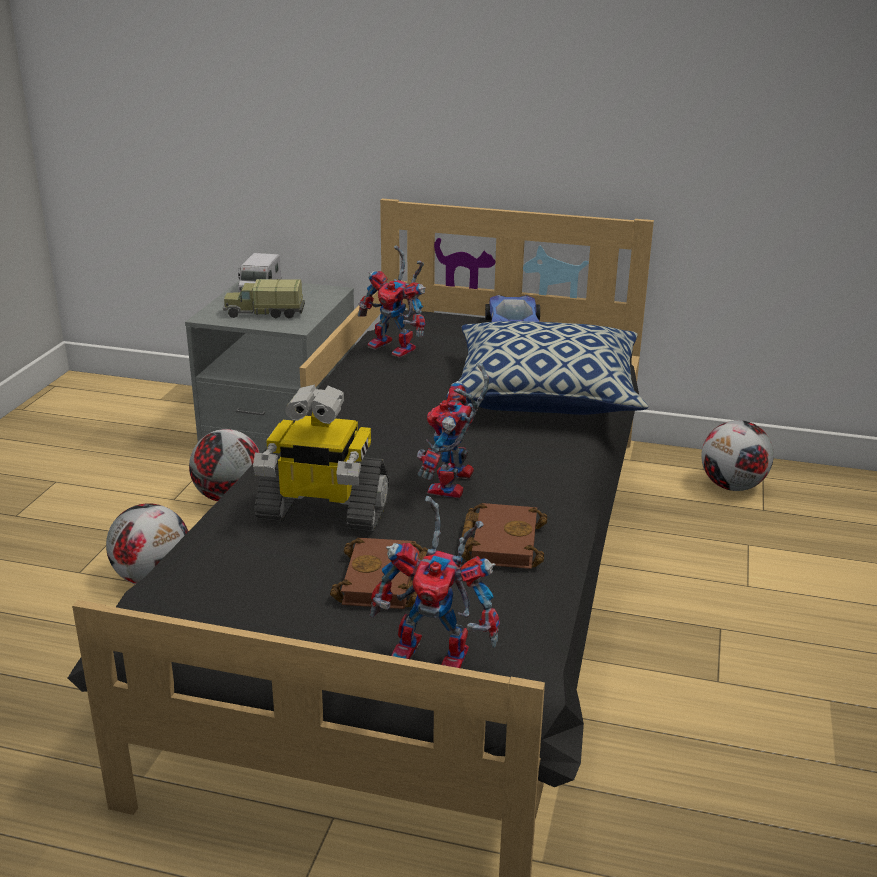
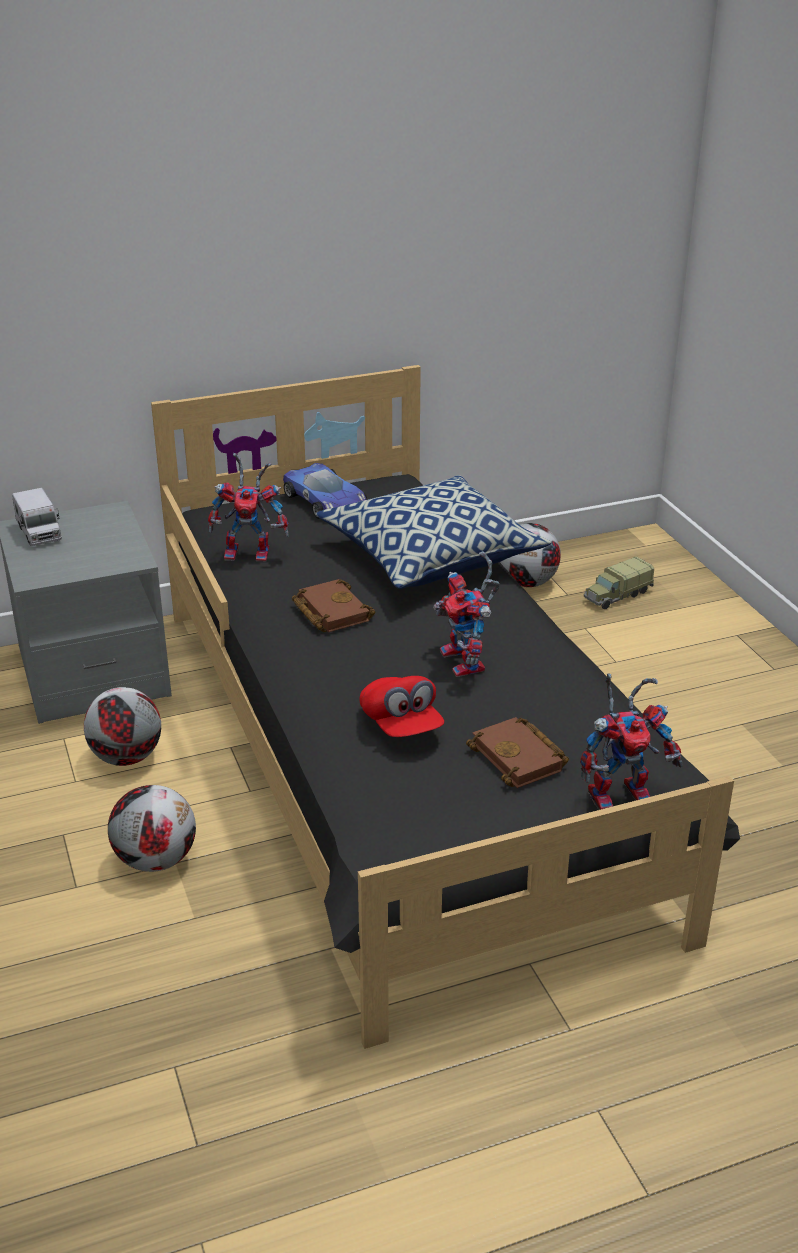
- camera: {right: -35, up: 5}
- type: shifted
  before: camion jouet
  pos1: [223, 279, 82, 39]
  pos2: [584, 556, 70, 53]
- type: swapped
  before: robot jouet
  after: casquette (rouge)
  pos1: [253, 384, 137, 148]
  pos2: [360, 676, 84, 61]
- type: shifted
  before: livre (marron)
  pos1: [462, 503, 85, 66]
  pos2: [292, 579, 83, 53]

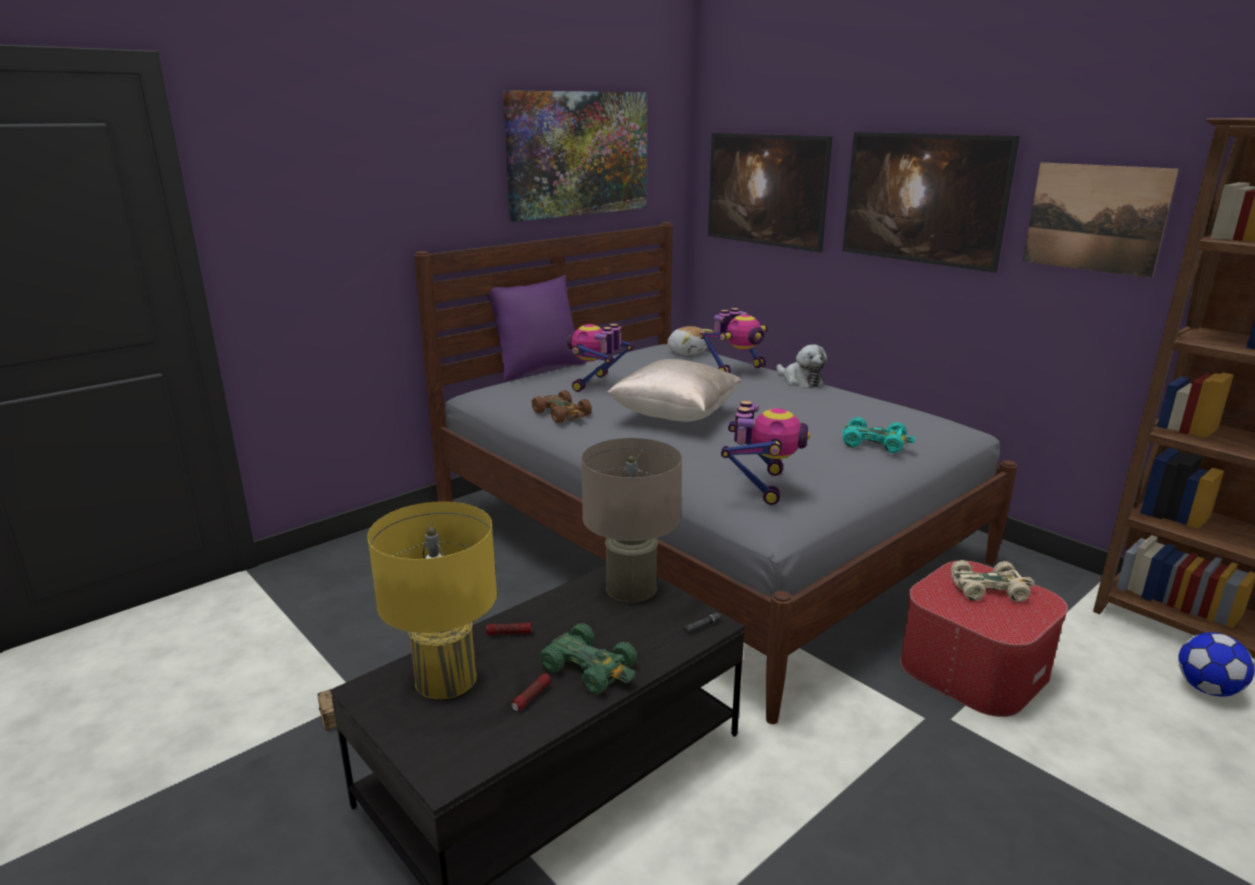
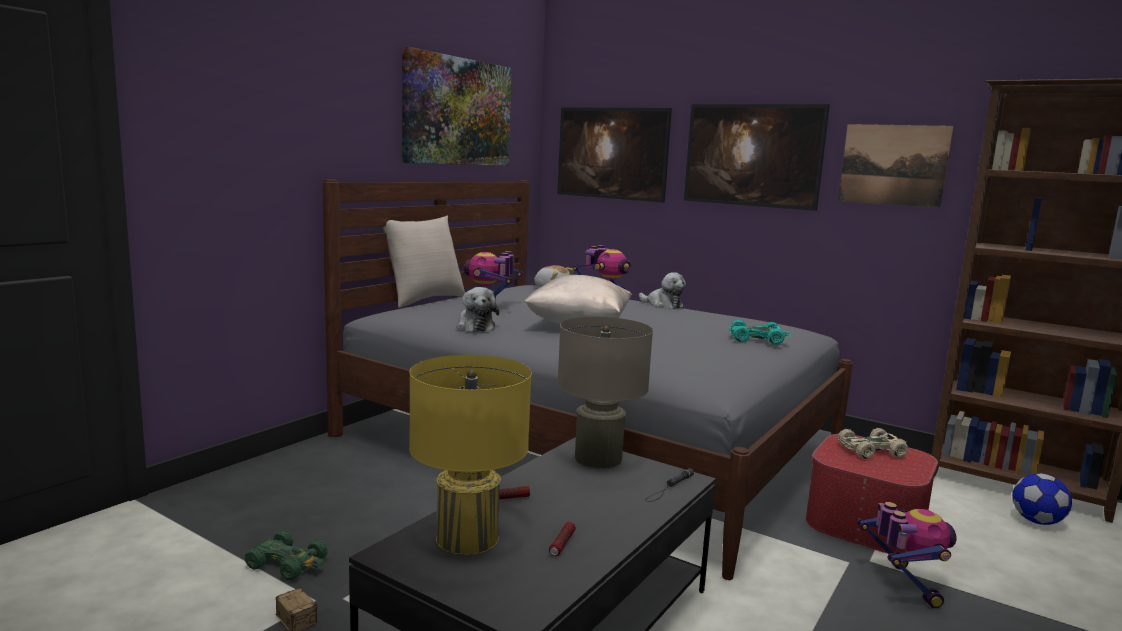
- camera: {right: -15, up: -10}
- type: repainted
  before: coussin (violet)
  after: coussin (beige)
  pos1: [487, 275, 99, 107]
  pos2: [382, 216, 83, 92]
- type: swapped
  before: petite voiture (marron)
  after: peluche
  pos1: [532, 390, 60, 33]
  pos2: [457, 287, 42, 45]
- type: shifted
  before: petite voiture (vert)
  pos1: [539, 623, 98, 71]
  pos2: [245, 530, 83, 51]
- type: shifted
  before: robot jouet
  pos1: [721, 400, 89, 105]
  pos2: [857, 502, 100, 106]

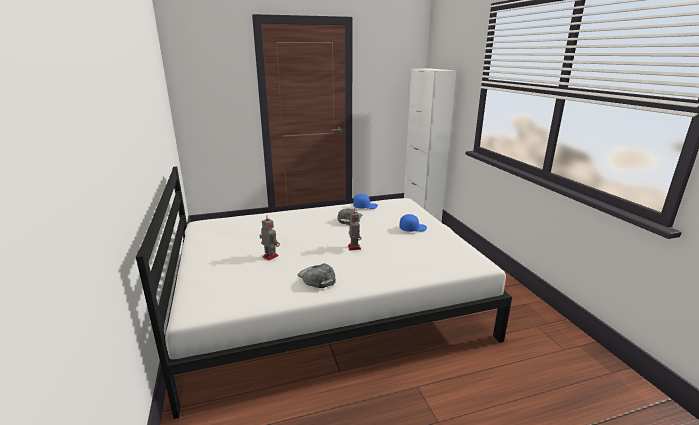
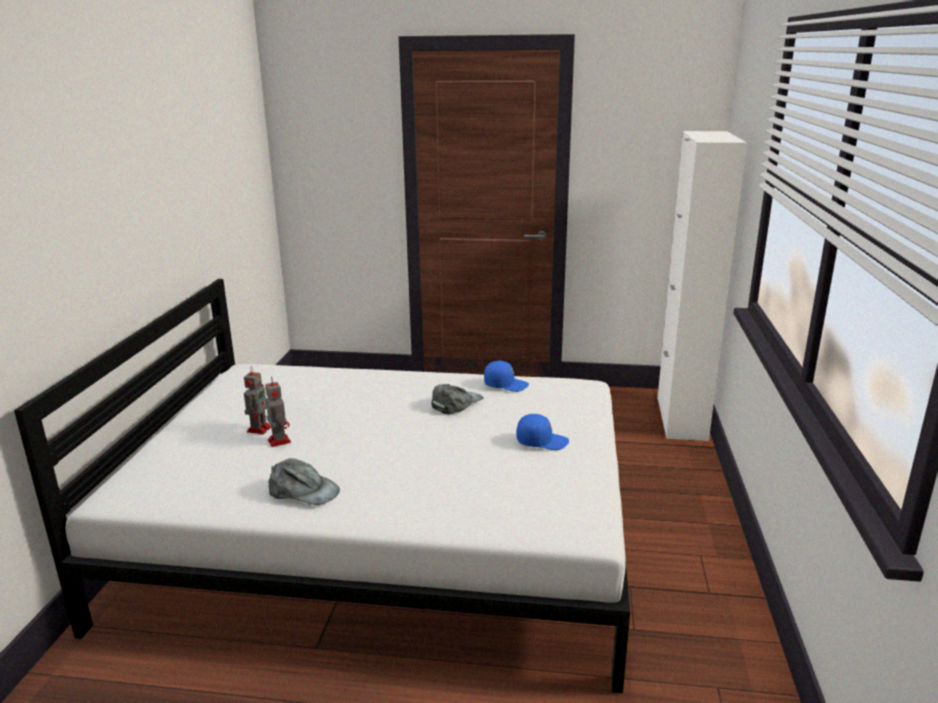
- camera: {right: 25, up: 0}
- type: rotated
  before: casquette (gris)
  pos1: [298, 263, 38, 25]
  pos2: [268, 458, 72, 47]
  turn: 120
- type: shifted
  before: robot jouet
  pos1: [348, 208, 13, 42]
  pos2: [244, 366, 27, 68]

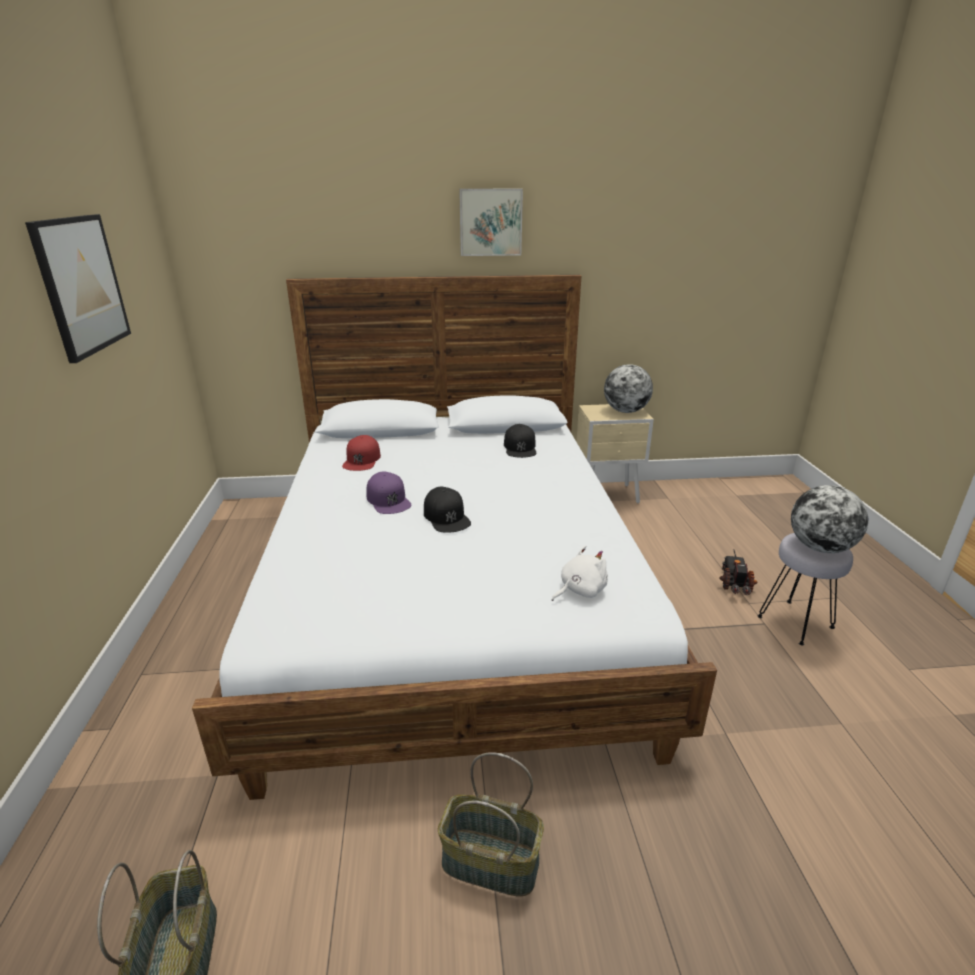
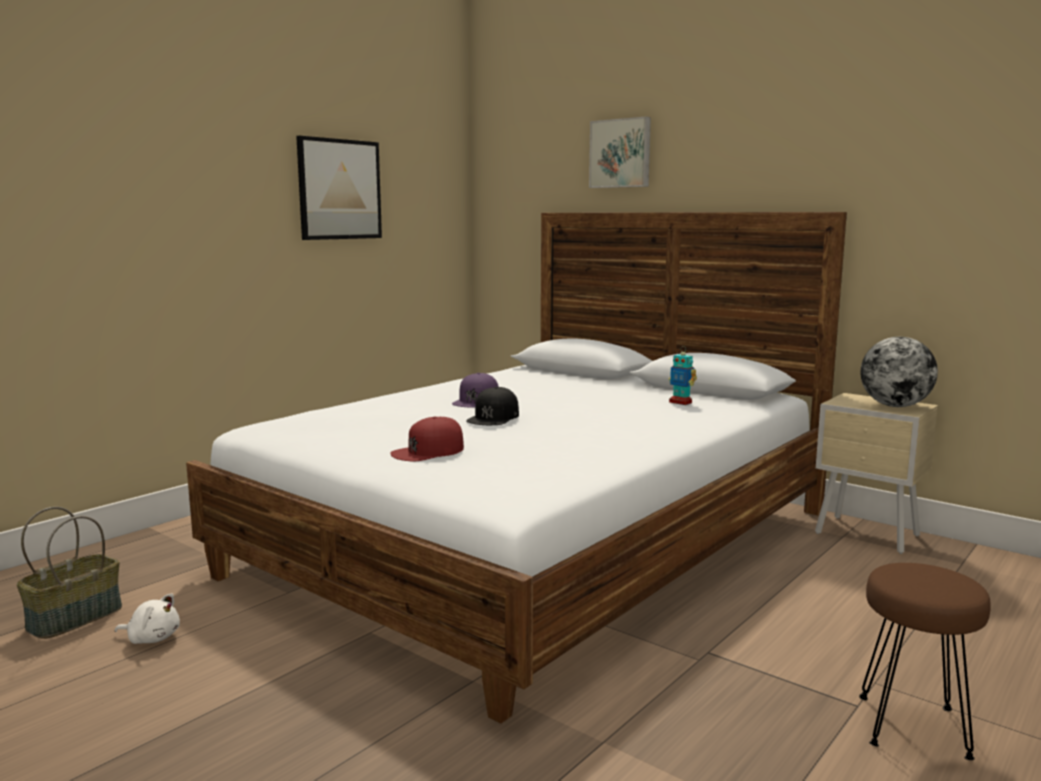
- camera: {right: 45, up: -15}
- type: shifted
  before: casquette (rouge)
  pos1: [342, 435, 39, 36]
  pos2: [390, 416, 74, 45]
- type: gone
  before: panier
  pos1: [438, 752, 106, 144]
- type: shifted
  before: tableau
  pos1: [459, 189, 64, 67]
  pos2: [589, 116, 62, 72]
- type: swapped
  before: casquette (noir)
  after: robot jouet
  pos1: [504, 424, 32, 34]
  pos2: [669, 346, 28, 59]
- type: shifted
  before: peluche (blanc)
  pos1: [552, 545, 56, 56]
  pos2: [115, 593, 65, 51]
- type: gone
  before: camion jouet
  pos1: [719, 549, 39, 46]
- type: repainted
  before: tabouret (gris)
  after: tabouret (marron)
  pos1: [757, 533, 96, 113]
  pos2: [859, 563, 132, 197]
- type: gone
  before: globe
  pos1: [791, 485, 77, 68]

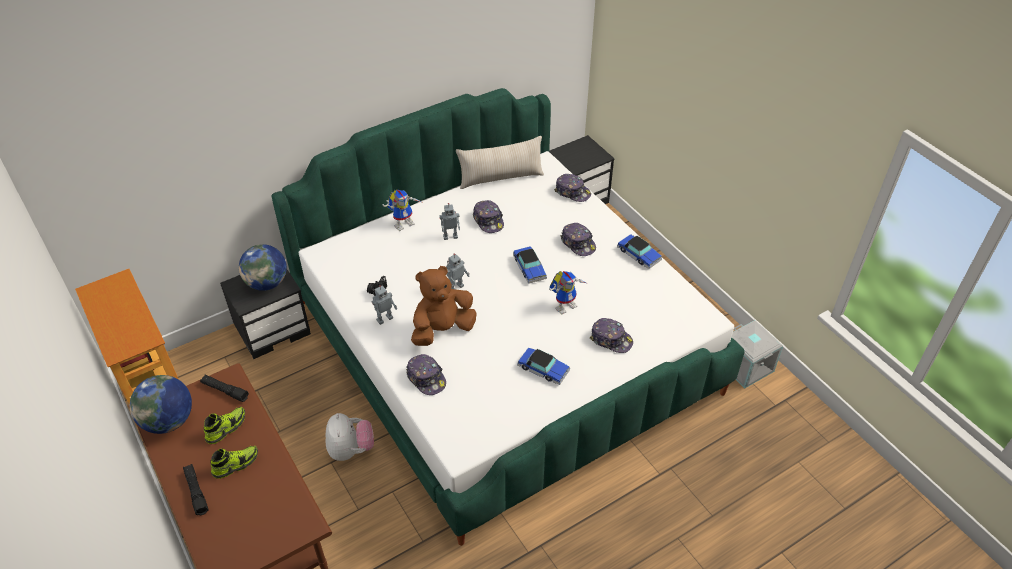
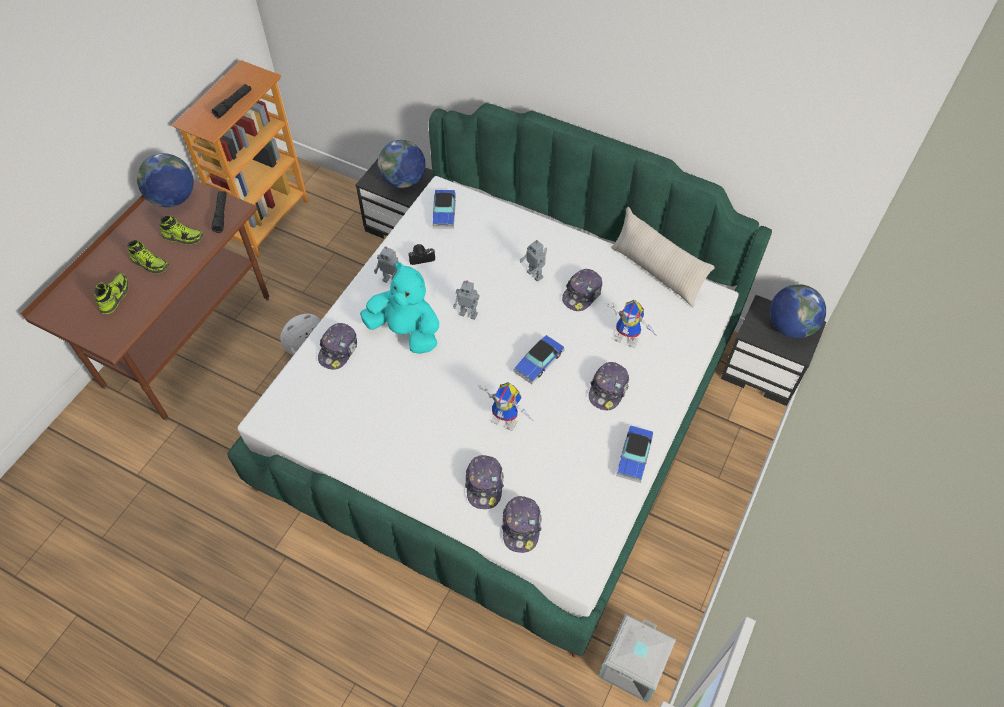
- camera: {right: 60, up: 10}
- type: shifted
  before: lampe de poche (noir)
  pos1: [183, 464, 26, 51]
  pos2: [211, 84, 40, 35]
- type: shifted
  before: robot jouet
  pos1: [382, 190, 39, 41]
  pos2: [606, 300, 51, 48]
- type: repainted
  before: peluche (marron)
  after: peluche (turquoise)
  pos1: [411, 266, 66, 80]
  pos2: [360, 262, 79, 92]
- type: shifted
  before: petite voiture
  pos1: [517, 348, 53, 37]
  pos2: [432, 190, 24, 39]
- type: shifted
  before: casquette
  pos1: [554, 174, 37, 28]
  pos2: [501, 496, 41, 57]
- type: new
  after: chaussure
  pos2: [94, 273, 35, 41]
- type: new
  after: globe
  pos2: [770, 284, 56, 54]

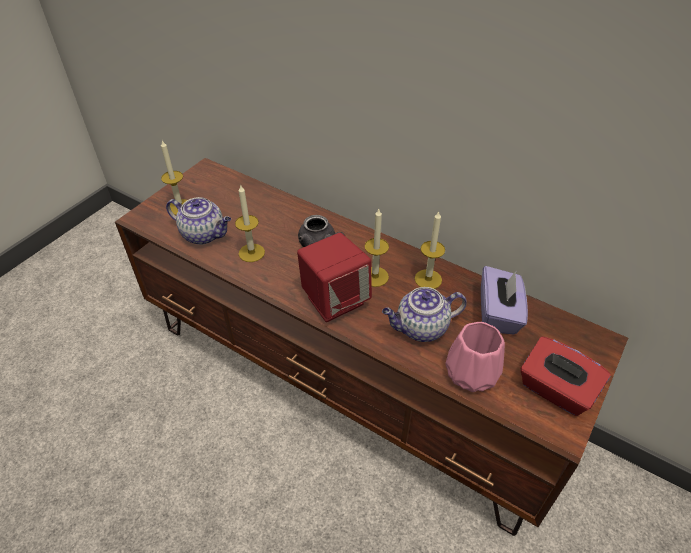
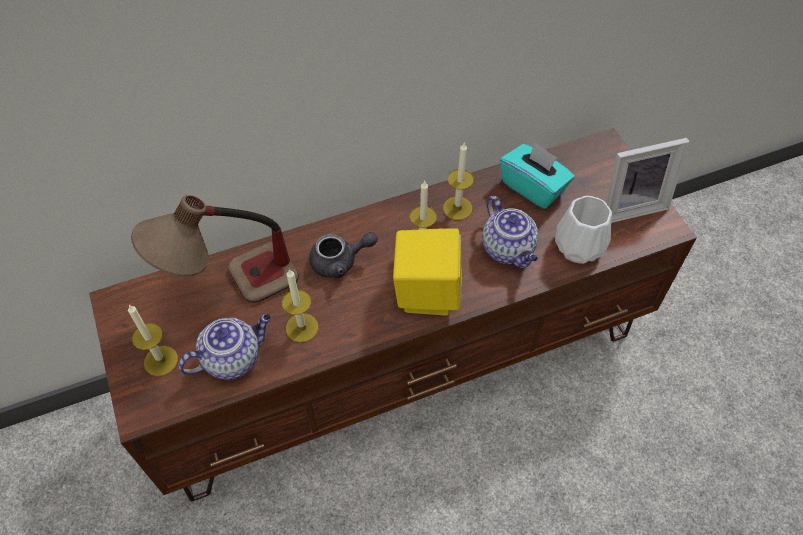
- camera: {right: -55, up: 10}
- type: repainted
  before: enceinte (rouge)
  after: enceinte (jaune)
  pos1: [297, 233, 75, 89]
  pos2: [393, 228, 69, 88]
- type: rotated
  before: théière
  pos1: [382, 287, 85, 55]
  pos2: [482, 196, 56, 72]
  turn: -45
- type: repainted
  before: vase (rose)
  after: vase (blanc)
  pos1: [445, 322, 60, 70]
  pos2: [555, 196, 57, 68]
- type: repainted
  before: boîte à mouchoirs (violet)
  after: boîte à mouchoirs (turquoise)
  pos1: [481, 266, 47, 68]
  pos2: [500, 142, 75, 67]
- type: swapped
  before: boîte à mouchoirs (rouge)
  after: cadre photo
  pos1: [520, 336, 91, 80]
  pos2: [606, 138, 83, 85]
- type: new
  after: lampe de table
  pos2: [131, 195, 168, 108]

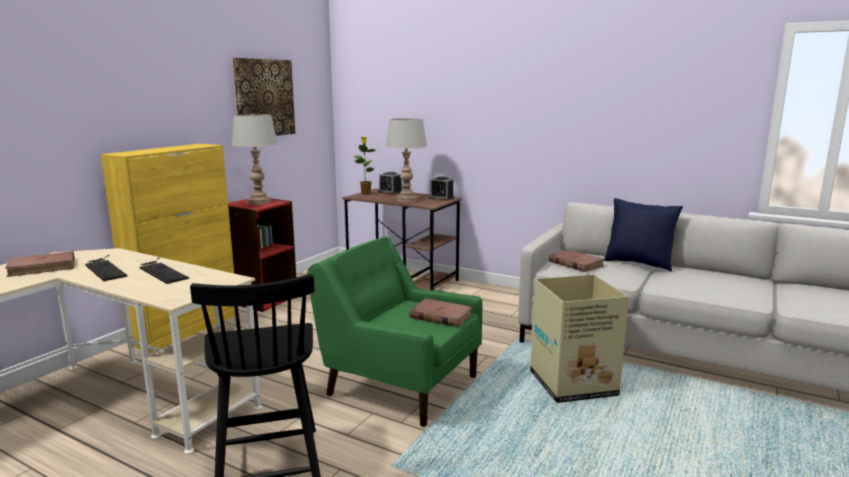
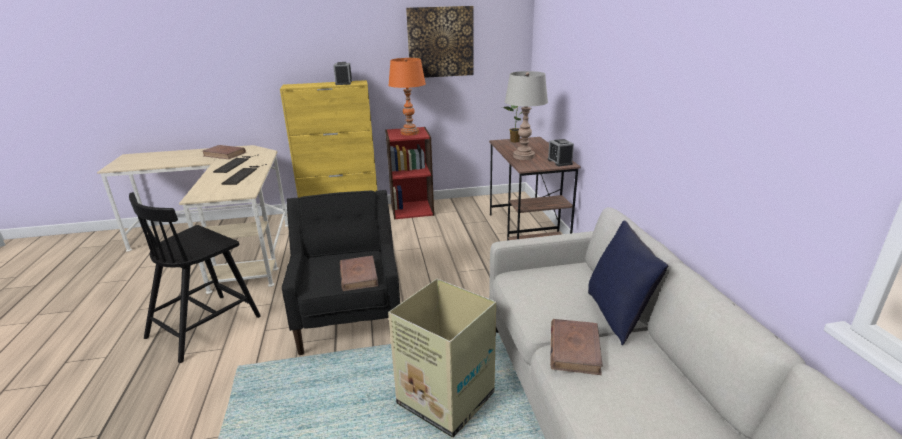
- camera: {right: 50, up: 10}
- type: repainted
  before: lampe de table (gris)
  after: lampe de table (orange)
  pos1: [232, 114, 46, 91]
  pos2: [388, 58, 38, 78]
- type: repainted
  before: fauteuil (vert)
  after: fauteuil (noir)
  pos1: [307, 236, 175, 191]
  pos2: [282, 190, 118, 165]
- type: shifted
  before: réveil
  pos1: [379, 172, 23, 23]
  pos2: [333, 62, 19, 23]
- type: shifted
  before: livre (marron)
  pos1: [549, 250, 56, 22]
  pos2: [550, 319, 53, 56]

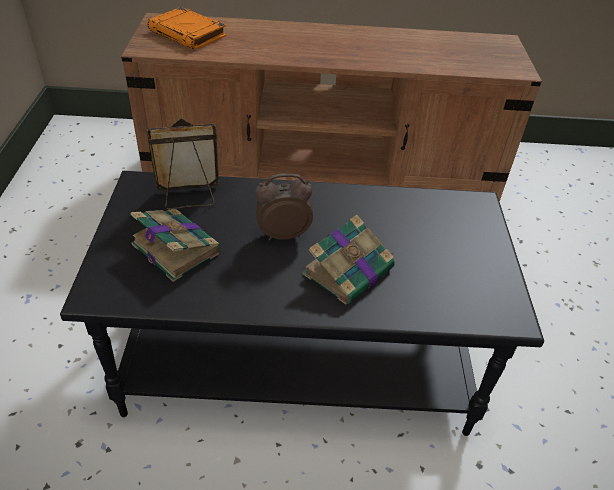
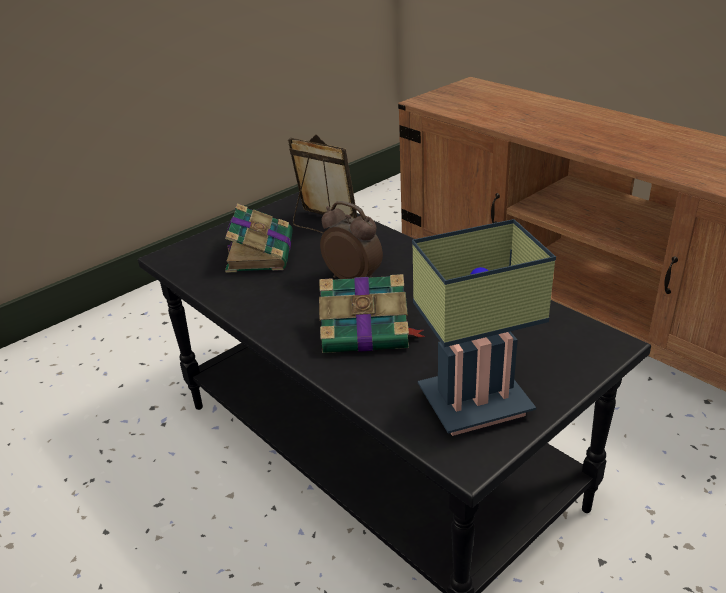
- camera: {right: 50, up: -10}
- type: gone
  before: livre (orange)
  pos1: [148, 7, 78, 43]
- type: new
  after: lampe de table
  pos2: [412, 219, 144, 217]

